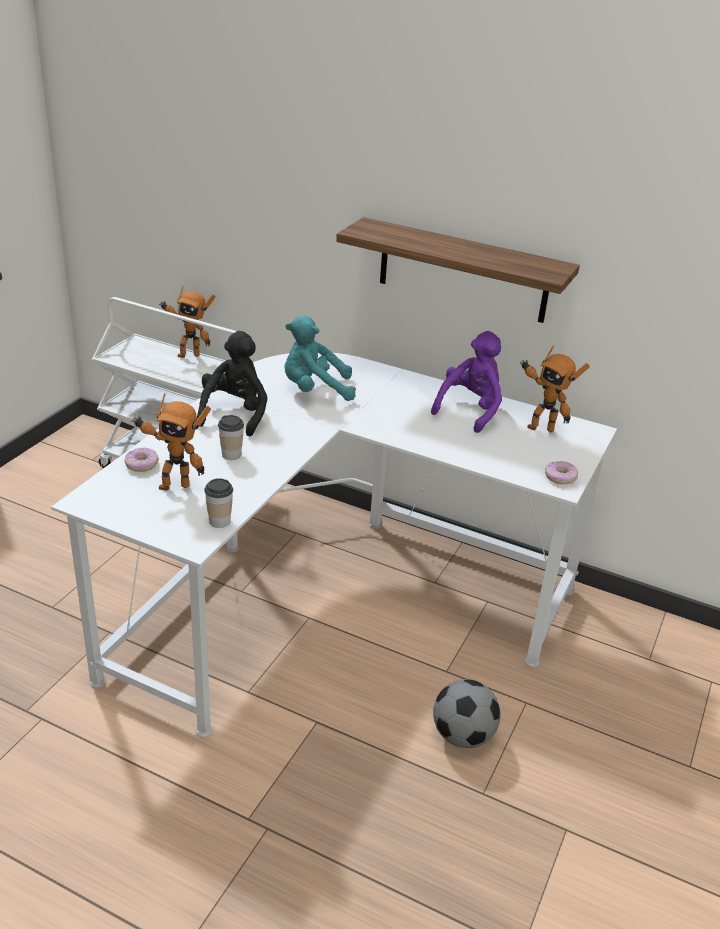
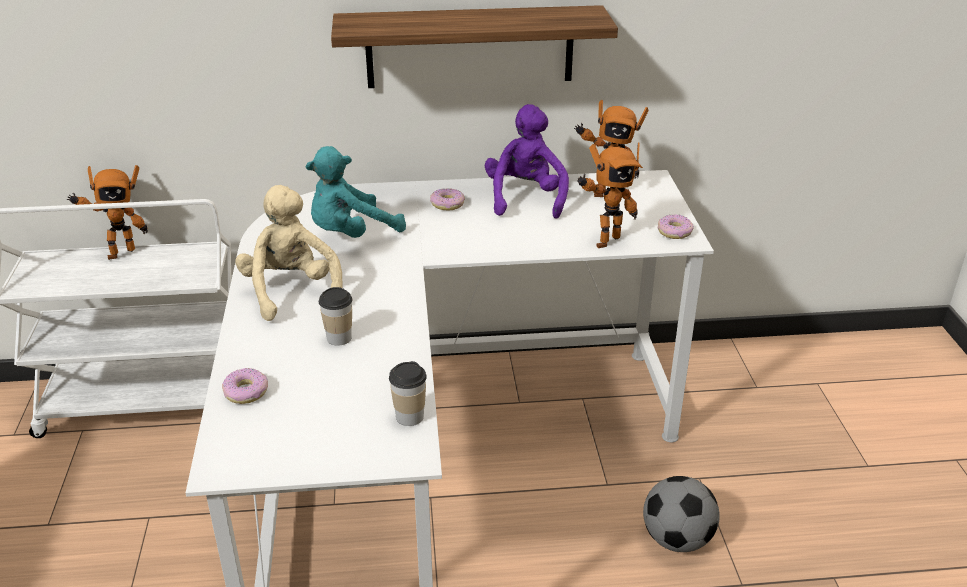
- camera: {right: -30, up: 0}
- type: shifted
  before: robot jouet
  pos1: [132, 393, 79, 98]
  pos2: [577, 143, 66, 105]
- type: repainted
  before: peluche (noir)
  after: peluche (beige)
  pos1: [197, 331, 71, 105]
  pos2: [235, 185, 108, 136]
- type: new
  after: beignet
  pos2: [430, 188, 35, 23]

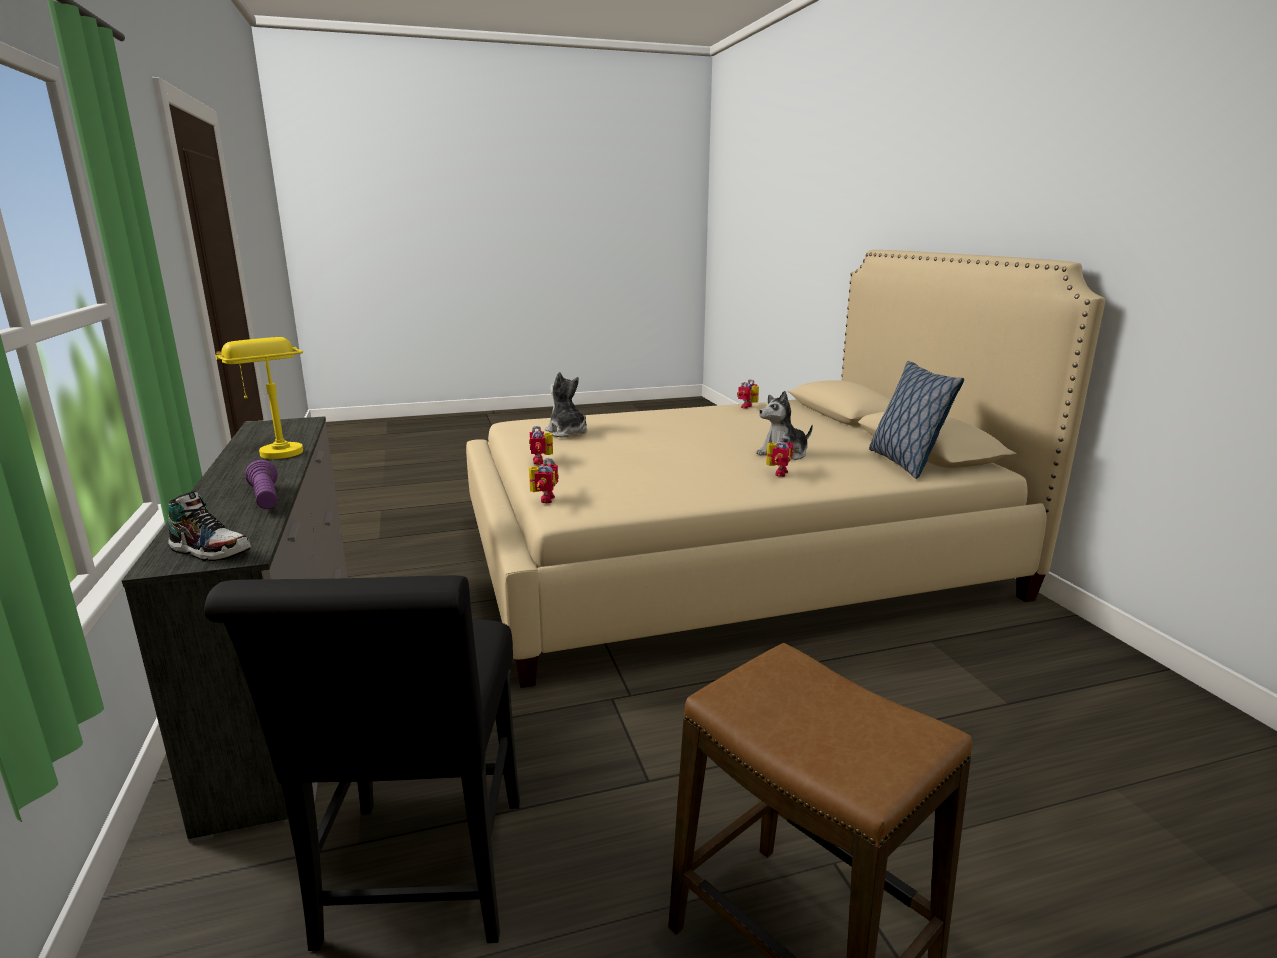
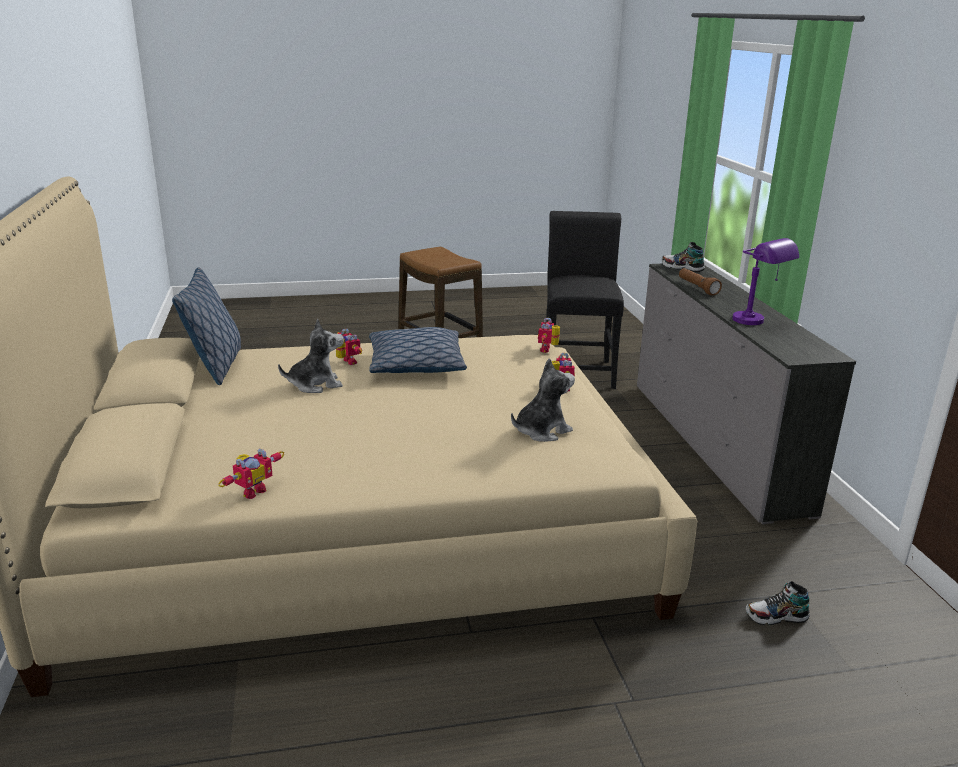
- camera: {right: -175, up: 5}
- type: repainted
  before: lampe de table (jaune)
  after: lampe de table (violet)
  pos1: [216, 337, 87, 122]
  pos2: [732, 238, 67, 87]
- type: repainted
  before: lampe de poche (violet)
  after: lampe de poche (marron)
  pos1: [245, 460, 33, 49]
  pos2: [679, 268, 43, 28]
- type: rotated
  before: peluche
  pos1: [545, 372, 42, 66]
  pos2: [511, 359, 64, 83]
  turn: -90
- type: rotated
  before: robot jouet
  pos1: [766, 436, 27, 41]
  pos2: [336, 329, 26, 36]
  turn: 120
- type: new
  after: coussin
  pos2: [369, 327, 98, 46]
- type: new
  after: chaussure
  pos2: [746, 581, 64, 44]

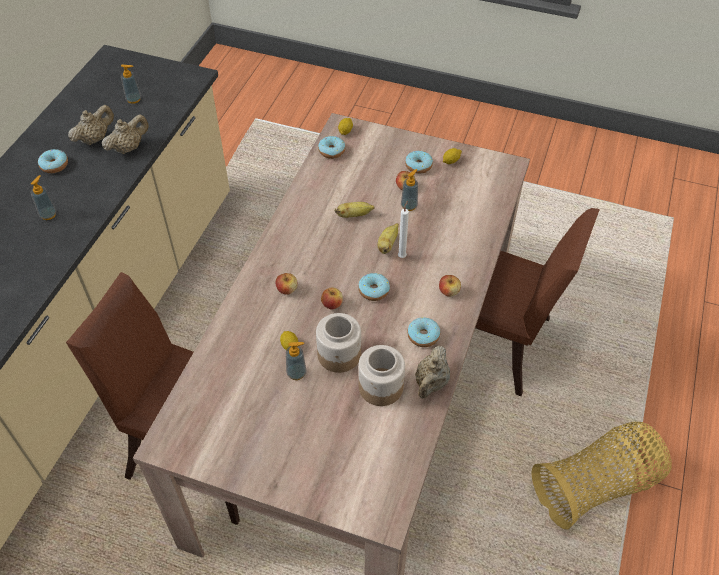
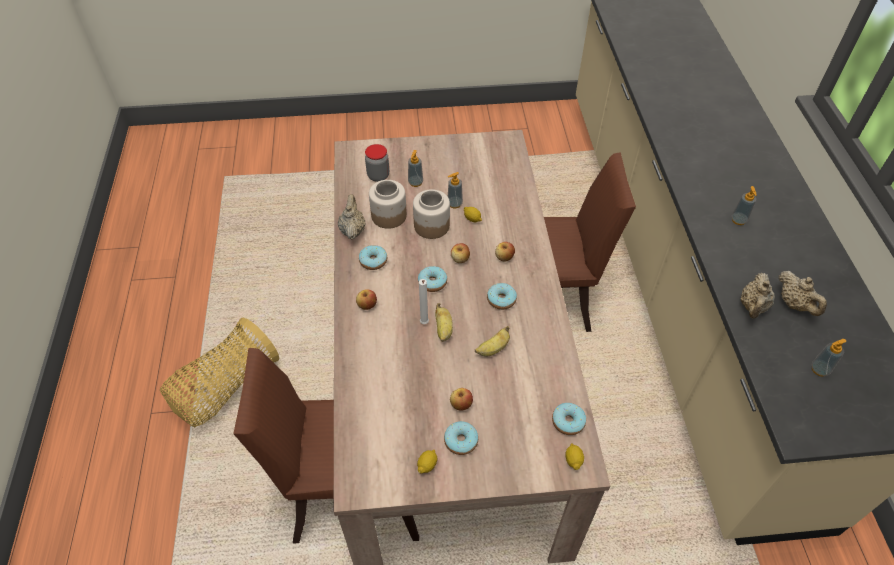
- camera: {right: 155, up: 0}
- type: shifted
  before: beignet
  pos1: [38, 149, 30, 24]
  pos2: [487, 283, 30, 27]
- type: rotated
  before: théière (beige)
  pos1: [68, 105, 46, 40]
  pos2: [779, 271, 48, 45]
  turn: -45
- type: shifted
  before: distributeur de savon
  pos1: [401, 169, 17, 42]
  pos2: [408, 150, 15, 37]
- type: new
  after: bocal
  pos2: [365, 144, 24, 38]

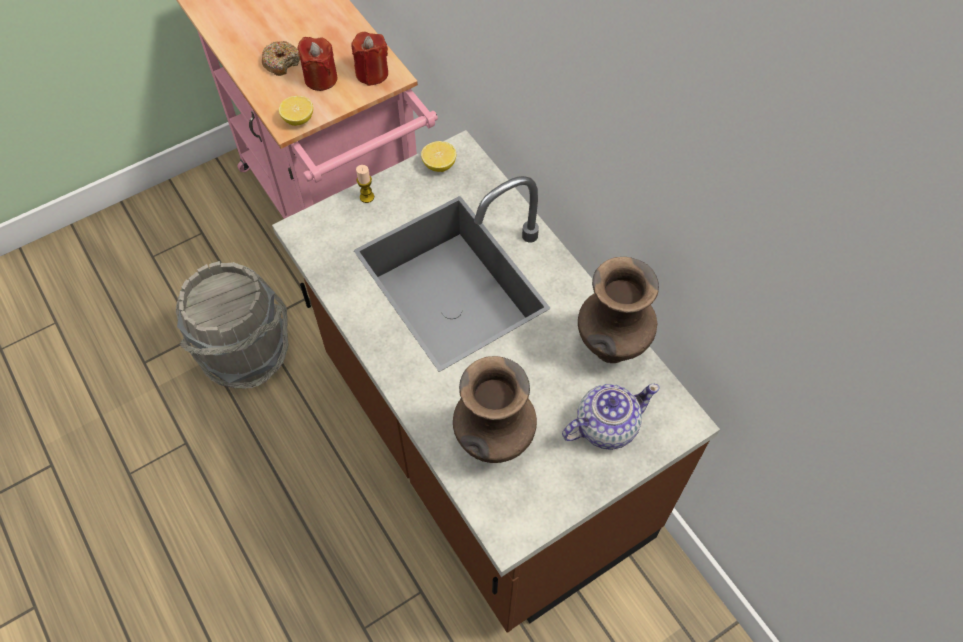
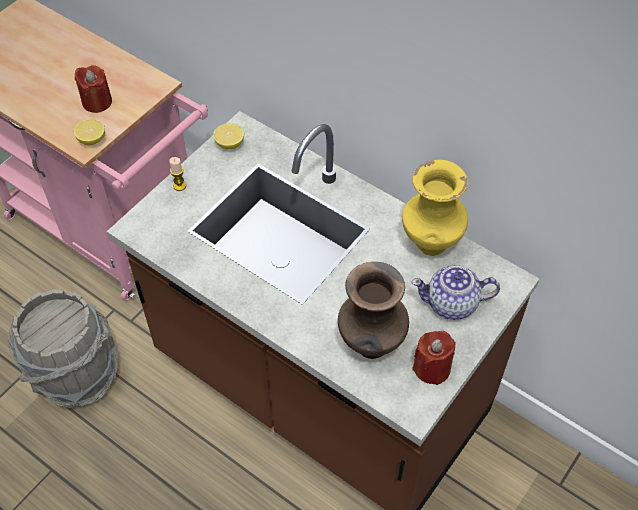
- camera: {right: -20, up: -5}
- type: gone
  before: beignet
  pos1: [262, 41, 38, 35]
- type: shifted
  before: bougie (rouge)
  pos1: [352, 32, 36, 54]
  pos2: [412, 331, 44, 54]
- type: rotated
  before: théière
  pos1: [562, 384, 97, 66]
  pos2: [411, 265, 89, 55]
  turn: -135
- type: repainted
  before: vase (marron)
  after: vase (jaune)
  pos1: [578, 257, 81, 106]
  pos2: [402, 160, 66, 96]

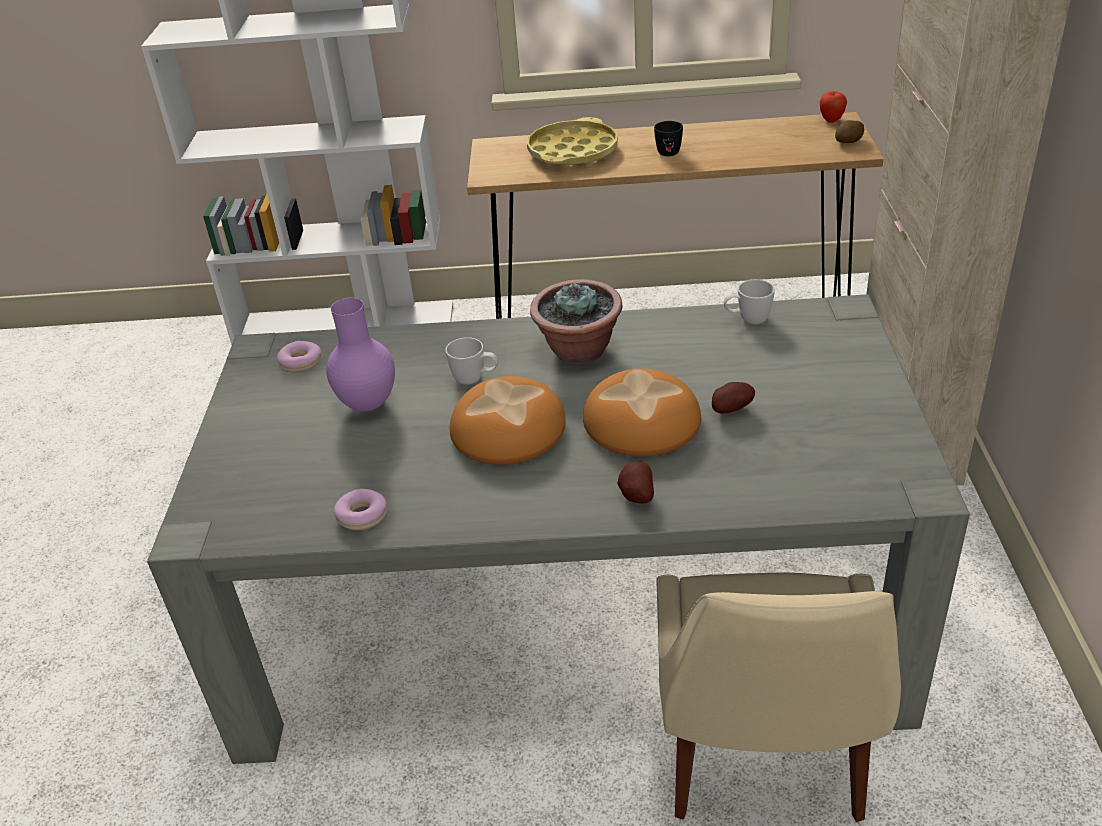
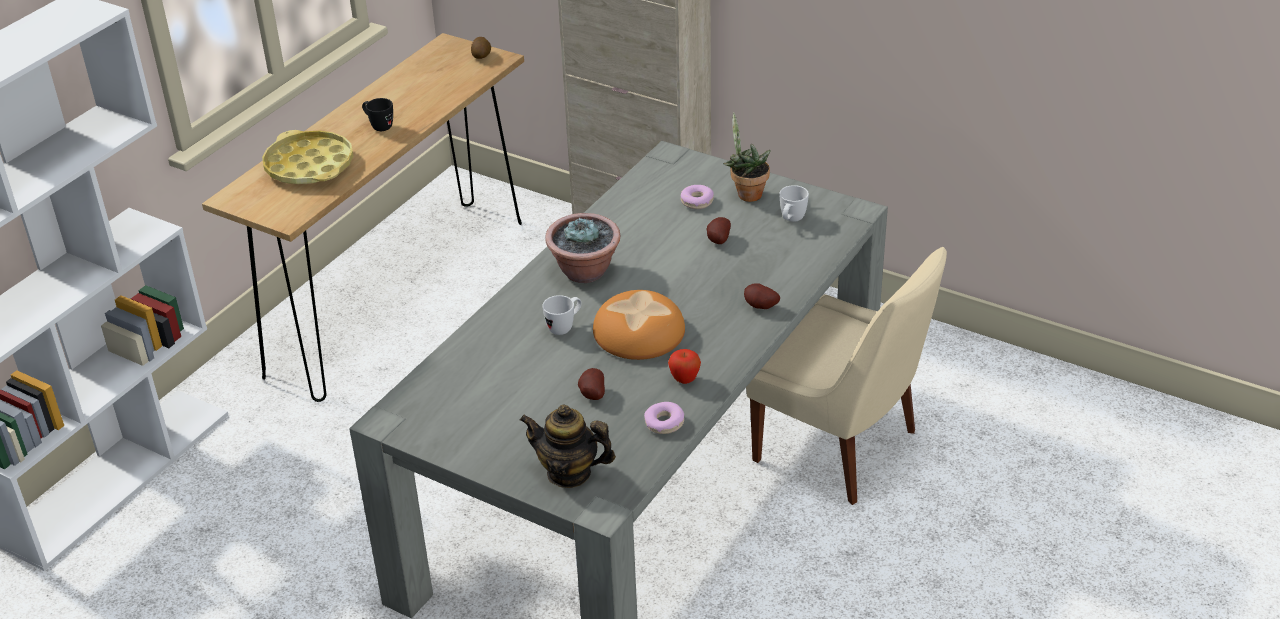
- camera: {right: -60, up: 0}
- type: shifted
  before: beignet
  pos1: [277, 341, 45, 32]
  pos2: [681, 185, 33, 24]
- type: gone
  before: vase (violet)
  pos1: [326, 298, 69, 113]
- type: gone
  before: pain
  pos1: [583, 368, 118, 88]
- type: shifted
  before: mug (blanc)
  pos1: [724, 279, 51, 45]
  pos2: [779, 185, 30, 37]
- type: shifted
  before: pomme
  pos1: [820, 91, 27, 32]
  pos2: [668, 349, 33, 35]
- type: new
  after: théière
  pos2: [519, 404, 97, 84]
- type: new
  after: pomme de terre
  pos2: [578, 368, 27, 32]
- type: new
  after: plante en pot
  pos2: [723, 112, 48, 90]

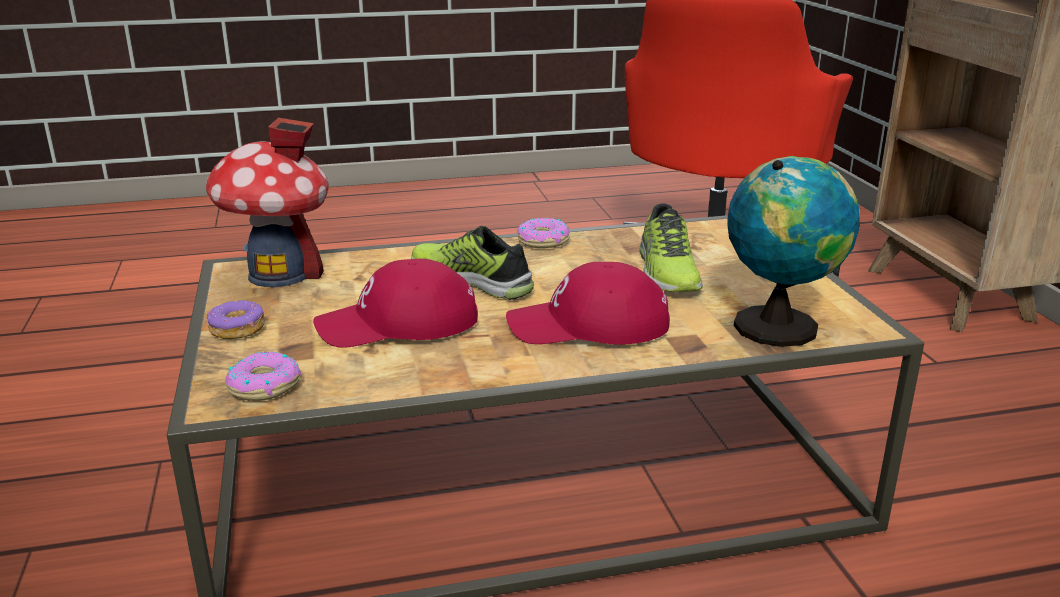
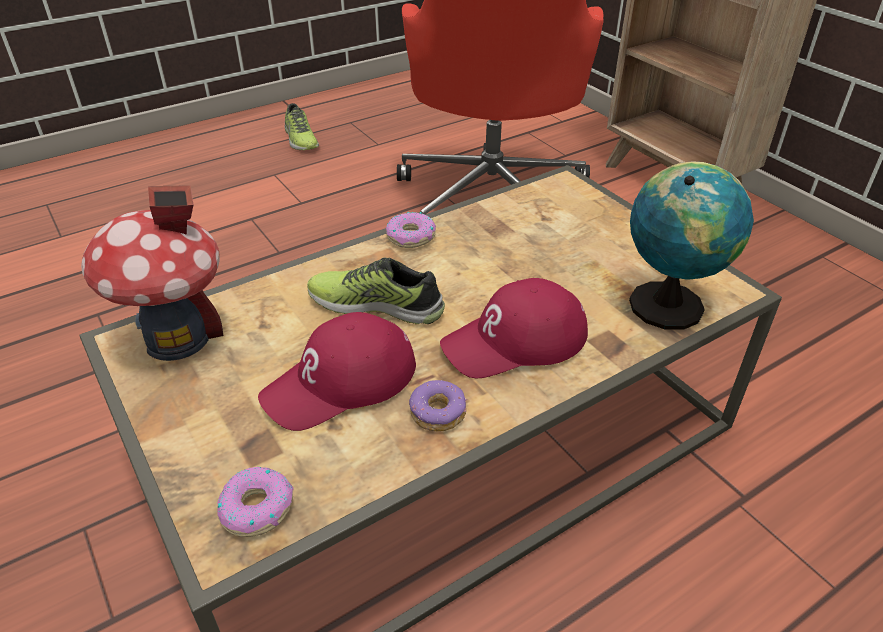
- camera: {right: -20, up: 15}
- type: shifted
  before: beignet
  pos1: [206, 300, 59, 39]
  pos2: [409, 380, 57, 51]
- type: shifted
  before: chaussure
  pos1: [640, 204, 63, 88]
  pos2: [285, 103, 34, 47]

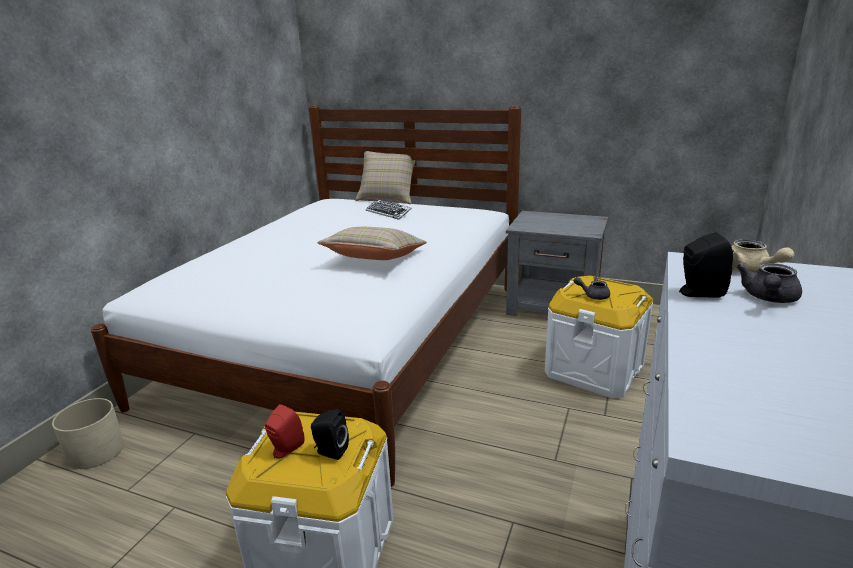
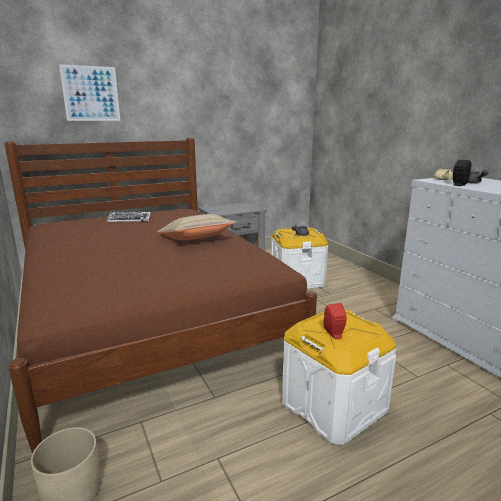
- camera: {right: -50, up: -5}
- type: repainted
  before: lit (blanc)
  after: lit (marron)
  pos1: [91, 105, 430, 382]
  pos2: [4, 137, 313, 317]
- type: gone
  before: enceinte (noir)
  pos1: [311, 409, 38, 51]
- type: gone
  before: coussin (beige)
  pos1: [355, 151, 60, 53]
- type: new
  after: tableau
  pos2: [59, 64, 61, 57]

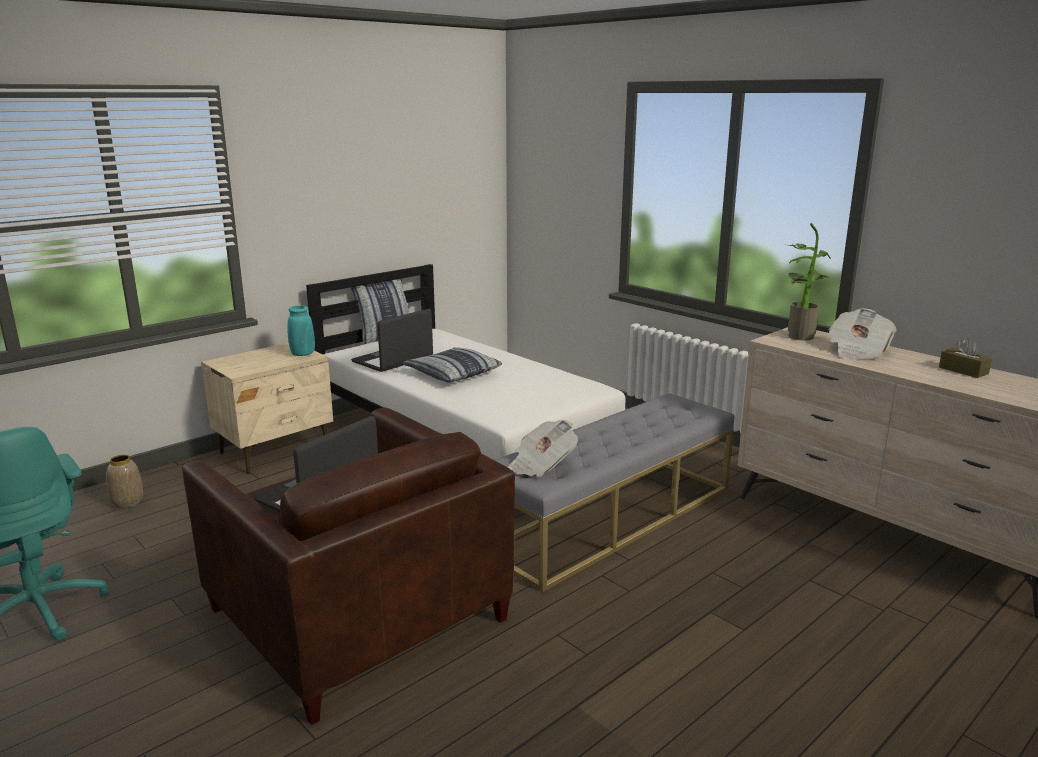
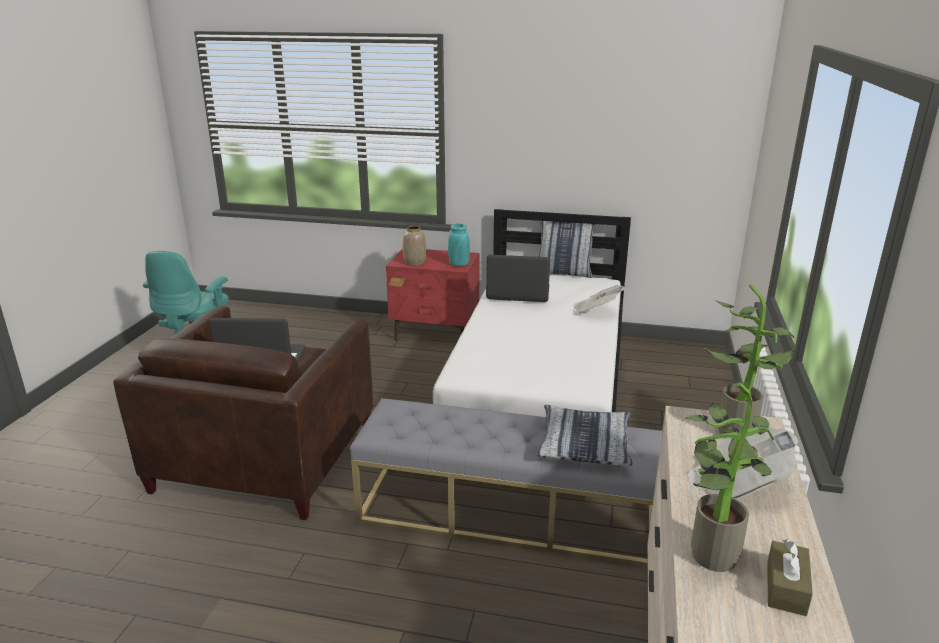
- camera: {right: 55, up: 5}
- type: shifted
  before: vase
  pos1: [106, 455, 37, 53]
  pos2: [403, 226, 23, 39]
- type: repainted
  before: table de chevet (beige)
  after: table de chevet (rouge)
  pos1: [201, 343, 132, 131]
  pos2: [386, 249, 94, 91]
- type: shifted
  before: coussin
  pos1: [403, 347, 99, 36]
  pos2: [536, 405, 97, 61]
- type: shifted
  before: journal
  pos1: [508, 420, 70, 57]
  pos2: [573, 285, 51, 28]
- type: new
  after: plante en pot
  pos2: [685, 382, 90, 190]

